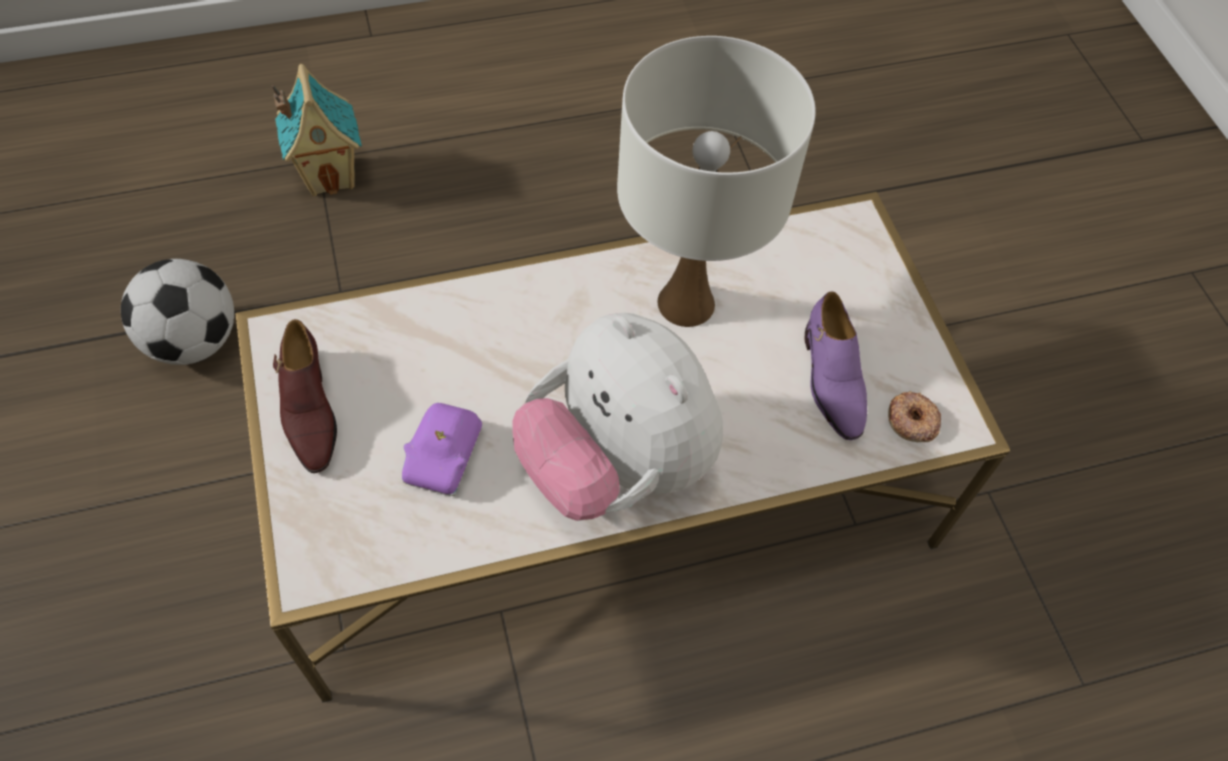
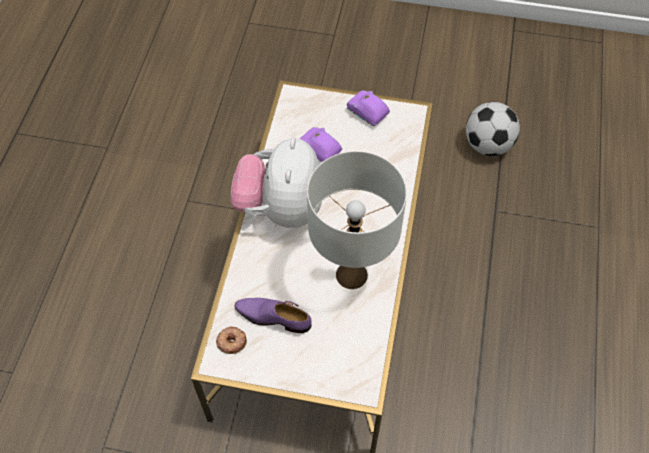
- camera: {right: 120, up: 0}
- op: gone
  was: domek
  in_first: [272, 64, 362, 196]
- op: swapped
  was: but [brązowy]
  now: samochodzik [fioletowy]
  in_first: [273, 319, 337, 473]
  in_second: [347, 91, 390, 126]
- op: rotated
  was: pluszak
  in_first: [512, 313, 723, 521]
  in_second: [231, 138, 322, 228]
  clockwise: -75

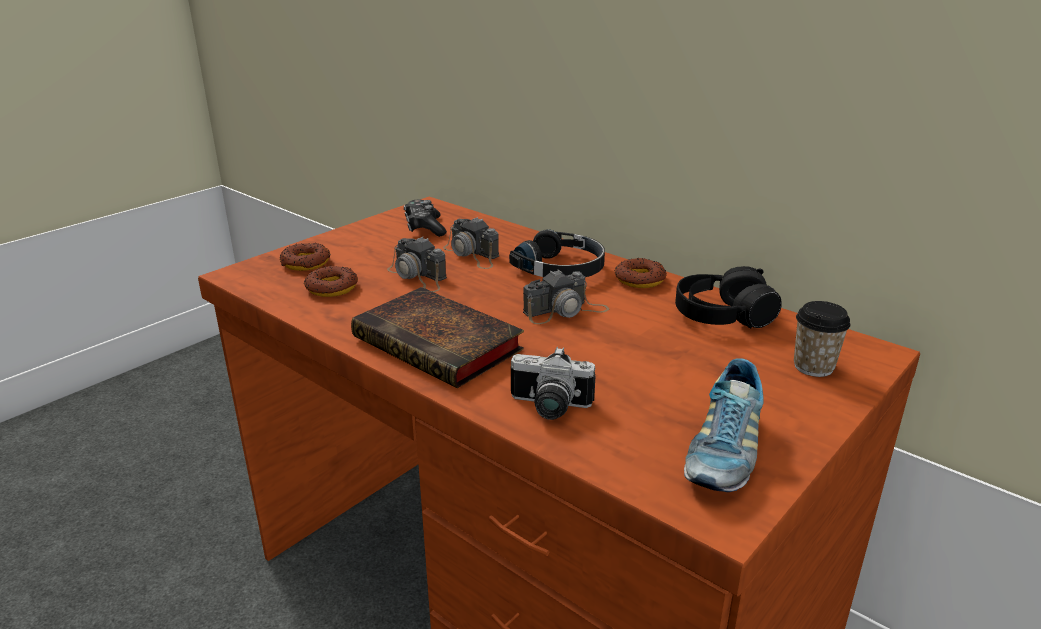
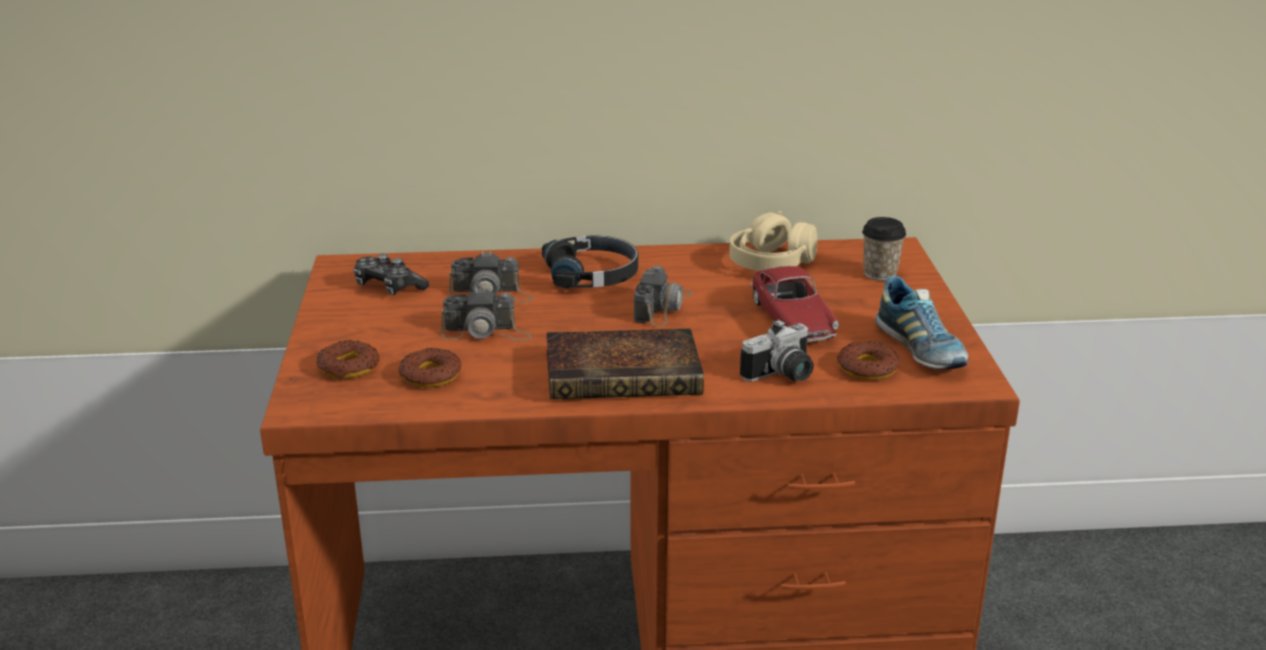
- camera: {right: -45, up: 0}
- op: new
  now: samochodzik
  in_second: [751, 266, 839, 342]
- op: shifted
  was: donut
  in_first: [614, 258, 667, 288]
  in_second: [837, 341, 900, 380]
- op: repainted
  was: słuchawki [czarny]
  now: słuchawki [beżowy]
  in_first: [675, 266, 782, 328]
  in_second: [729, 211, 818, 271]

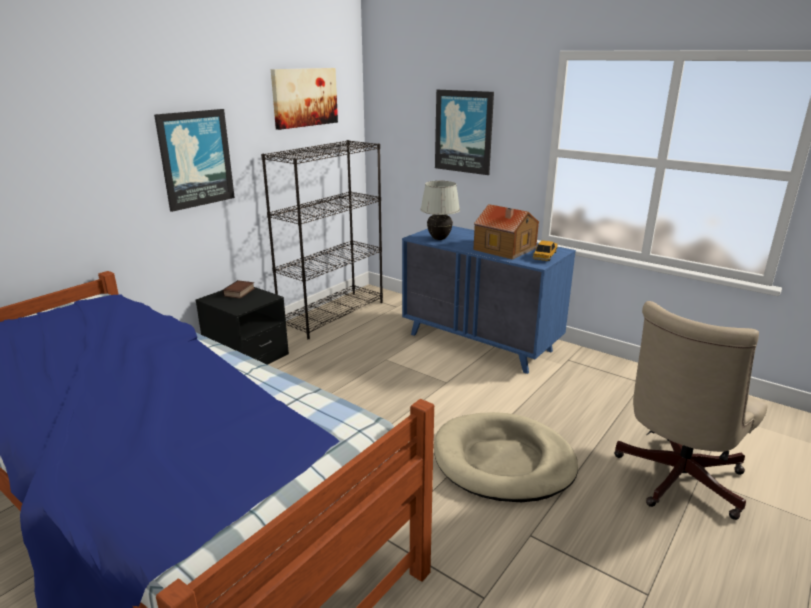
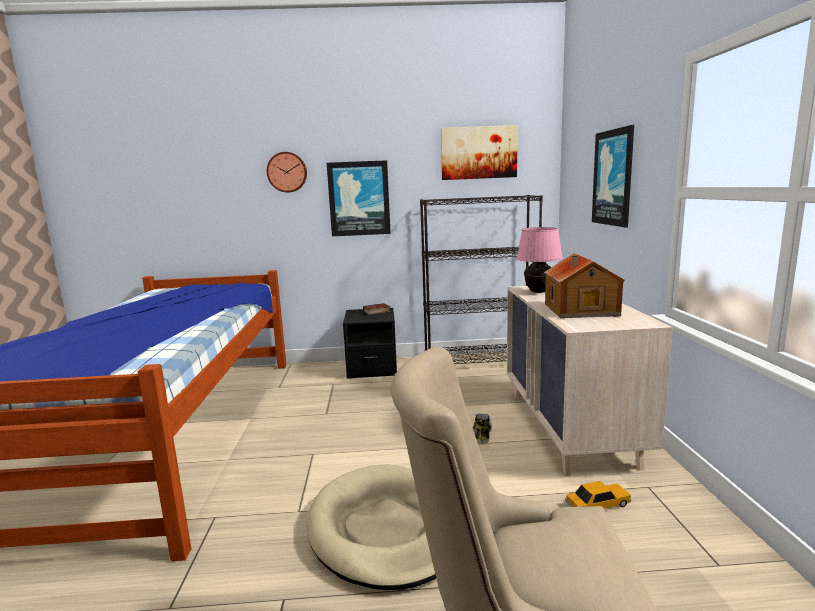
- camera: {right: 50, up: -10}
- op: new
  now: zegar ścienny
  in_second: [266, 152, 307, 193]
- op: new
  now: but
  in_second: [473, 413, 492, 444]
- op: shifted
  was: samochodzik
  in_first: [532, 240, 558, 261]
  in_second: [565, 481, 631, 509]
- op: repainted
  was: komoda [niebieski]
  now: komoda [beżowy]
  in_first: [402, 226, 576, 374]
  in_second: [507, 286, 673, 475]
- op: repainted
  was: lampa stołowa [biały]
  now: lampa stołowa [różowy]
  in_first: [420, 181, 460, 240]
  in_second: [516, 227, 563, 293]

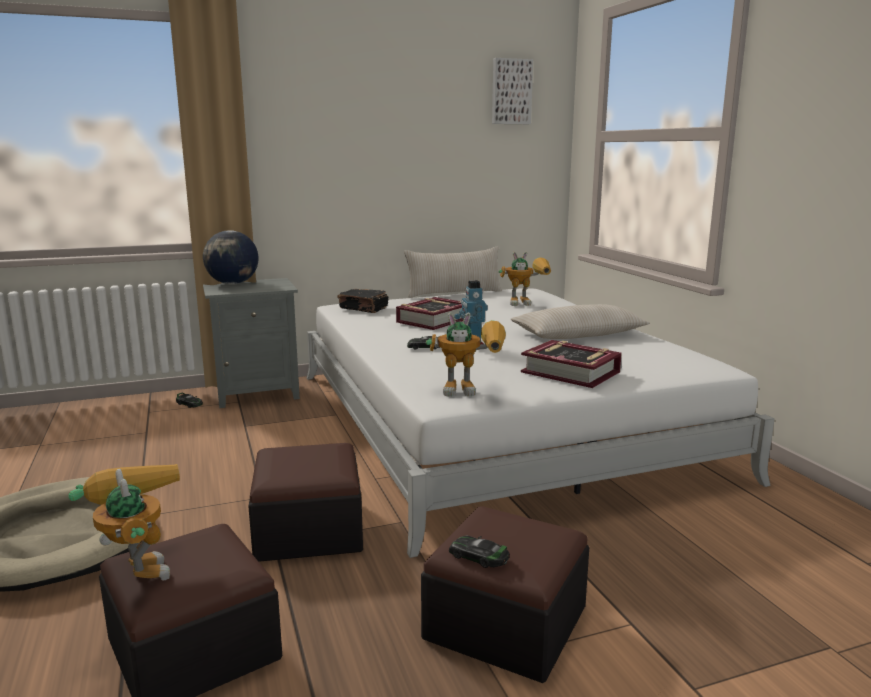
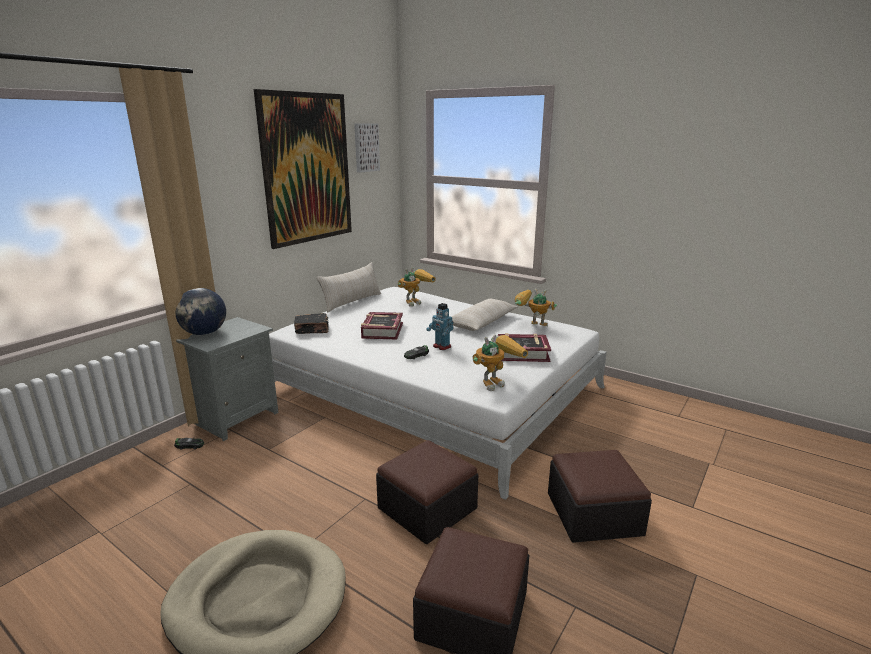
- camera: {right: -35, up: 5}
- op: gone
  was: samochodzik
  in_first: [449, 535, 510, 568]
- op: new
  now: obraz
  in_second: [254, 89, 352, 249]
- op: shifted
  was: robot zabawkowy
  in_first: [68, 464, 180, 581]
  in_second: [514, 289, 557, 326]

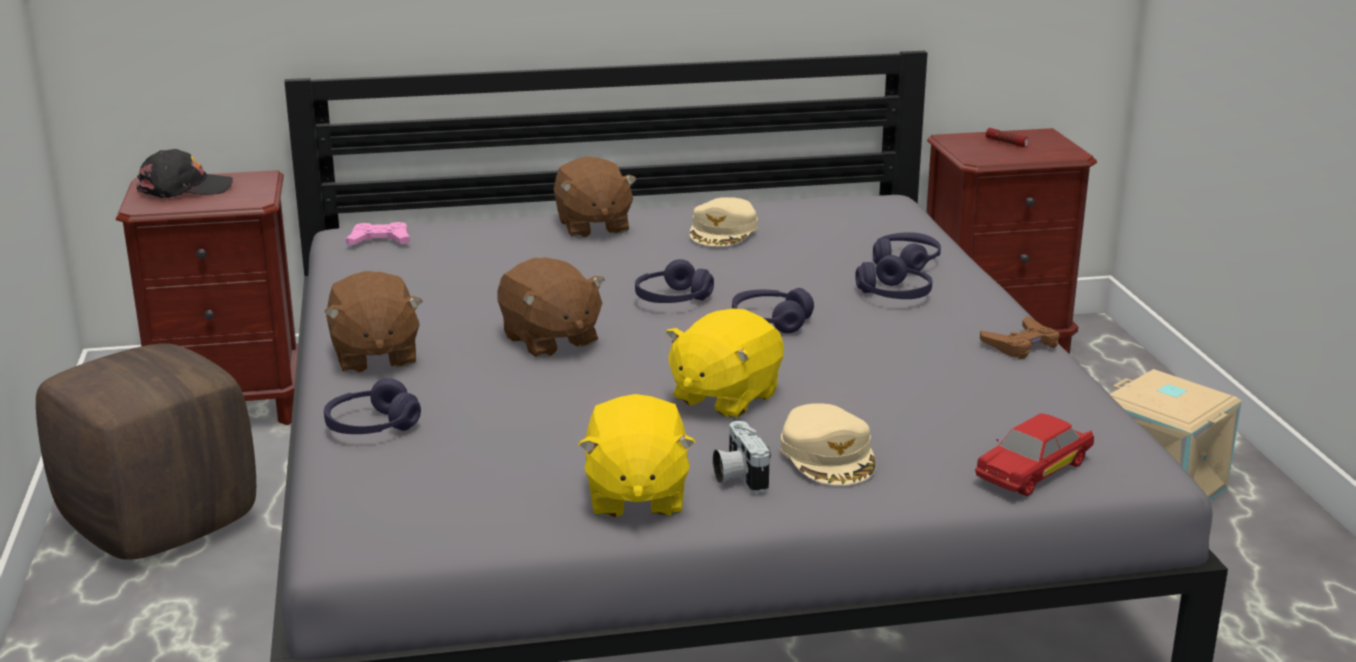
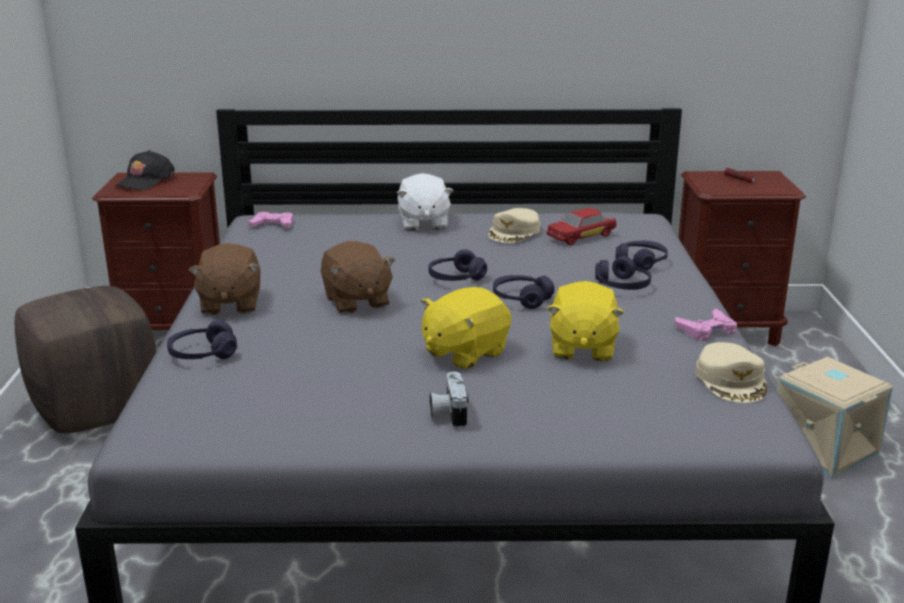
- camera: {right: 10, up: 0}
- op: shifted
  was: pluszak [żółty]
  in_first: [578, 394, 696, 518]
  in_second: [547, 281, 624, 362]
- op: shifted
  was: czapka z daszkiem [beżowy]
  in_first: [781, 403, 876, 486]
  in_second: [696, 342, 768, 403]
- op: shifted
  was: samochodzik [czerwony]
  in_first: [975, 413, 1094, 496]
  in_second: [546, 208, 616, 245]
- op: repainted
  was: pluszak [brązowy]
  now: pluszak [biały]
  in_first: [554, 156, 637, 238]
  in_second: [397, 173, 453, 231]
- op: repainted
  was: pad do gier [brązowy]
  now: pad do gier [różowy]
  in_first: [980, 316, 1060, 359]
  in_second: [675, 309, 737, 341]
- op: rotated
  was: czapka z daszkiem [czarny]
  in_first: [137, 149, 233, 198]
  in_second: [116, 150, 175, 190]
  clockwise: 120

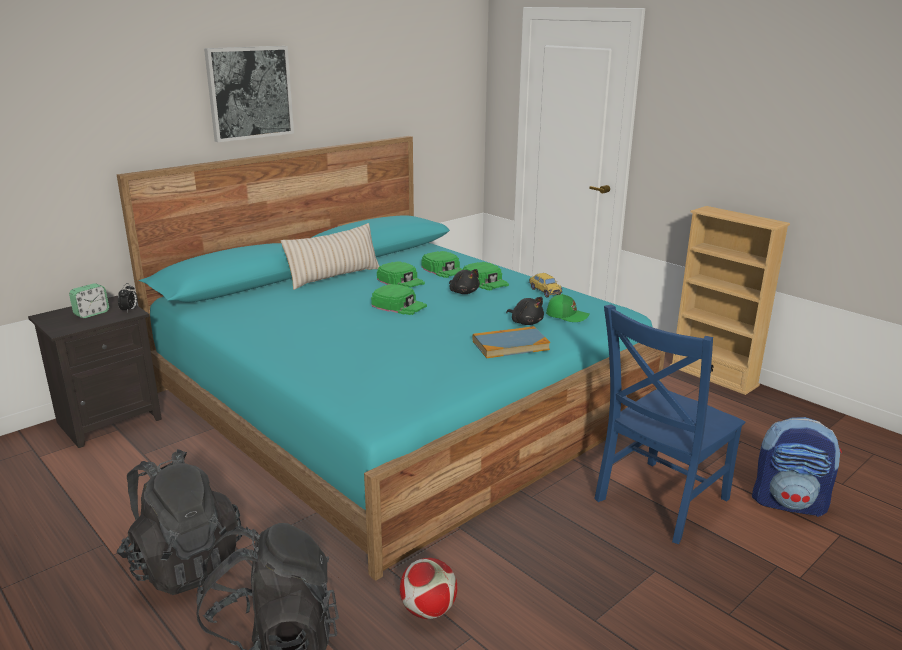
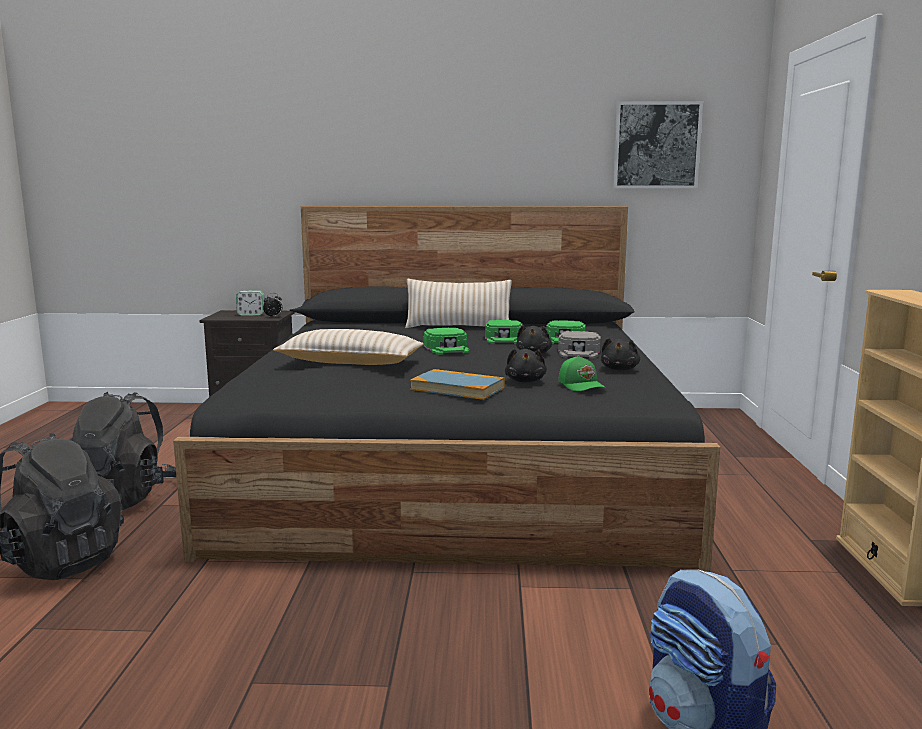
- camera: {right: 45, up: -10}
- op: gone
  was: piłka futbolowa
  in_first: [400, 558, 457, 619]
- op: gone
  was: krzesło [niebieski]
  in_first: [595, 305, 745, 544]
- op: new
  now: poduszka [beżowy]
  in_second: [273, 329, 424, 365]
- op: shifted
  was: obraz
  in_first: [204, 46, 294, 142]
  in_second: [613, 101, 703, 188]
- op: swapped
  was: samochodzik
  now: pluszak [czarny]
  in_first: [529, 273, 563, 298]
  in_second: [601, 338, 640, 370]
- op: repainted
  was: łóżko [turkusowy]
  now: łóżko [czarny]
  in_first: [117, 136, 665, 581]
  in_second: [173, 206, 720, 571]
- op: repainted
  was: czapka z daszkiem [zielony]
  now: czapka z daszkiem [szary]
  in_first: [463, 262, 509, 290]
  in_second: [558, 331, 600, 359]

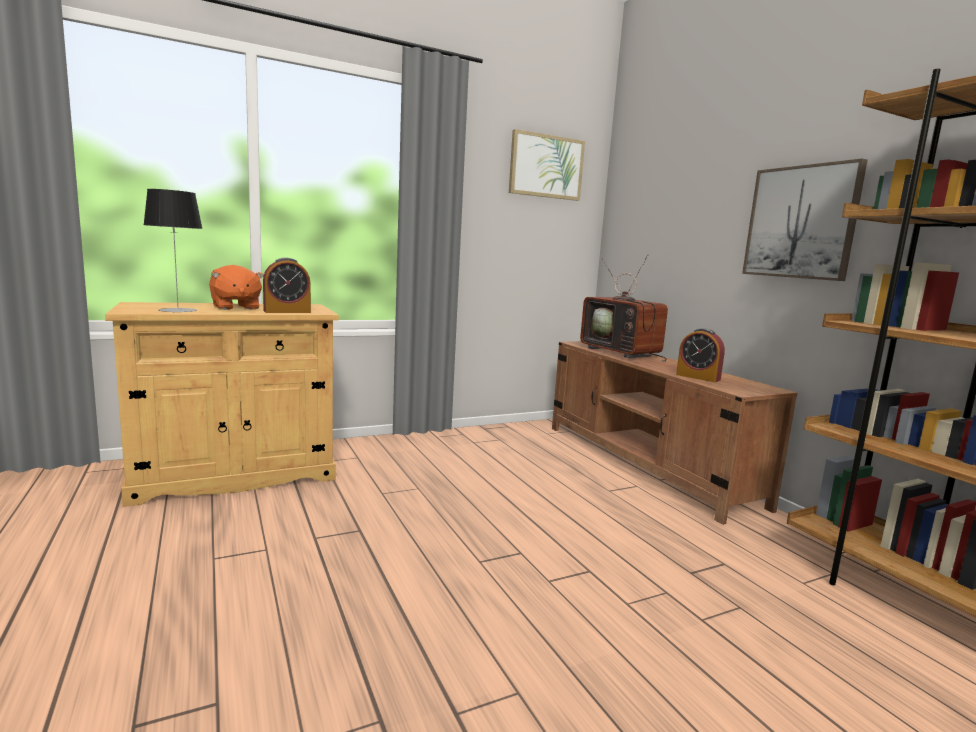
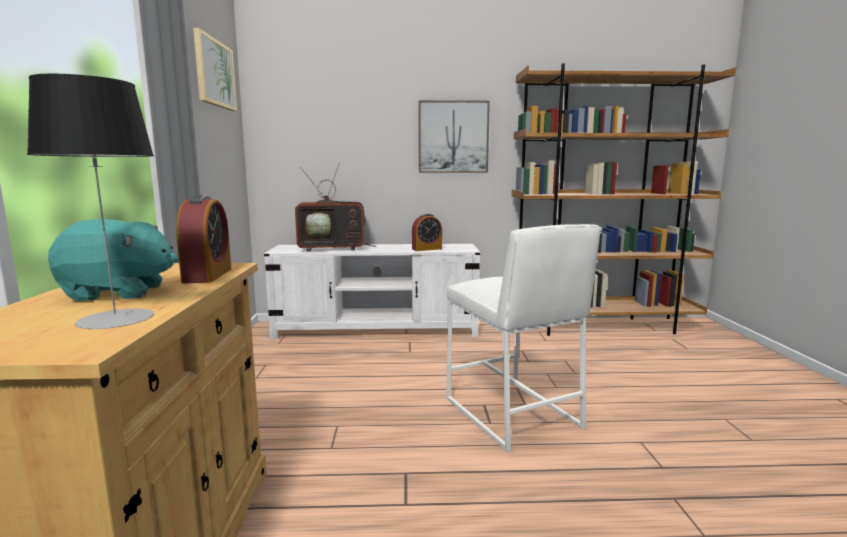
- camera: {right: -65, up: 0}
- op: new
  now: stołek [biały]
  in_second: [447, 224, 601, 452]
- op: repainted
  was: pluszak [pomarańczowy]
  now: pluszak [turkusowy]
  in_first: [209, 265, 264, 310]
  in_second: [48, 219, 178, 301]
- op: repainted
  was: szafka pod telewizor [brązowy]
  now: szafka pod telewizor [biały]
  in_first: [552, 341, 797, 525]
  in_second: [264, 244, 480, 339]

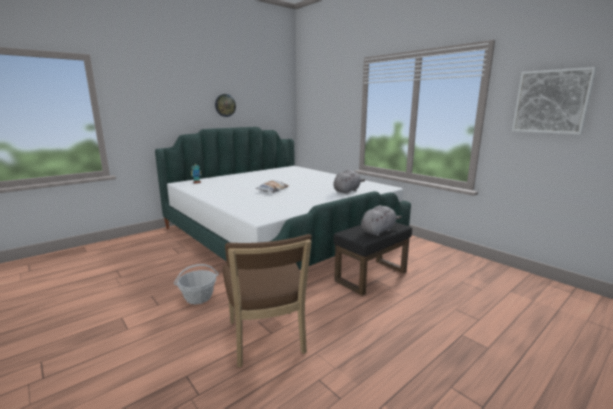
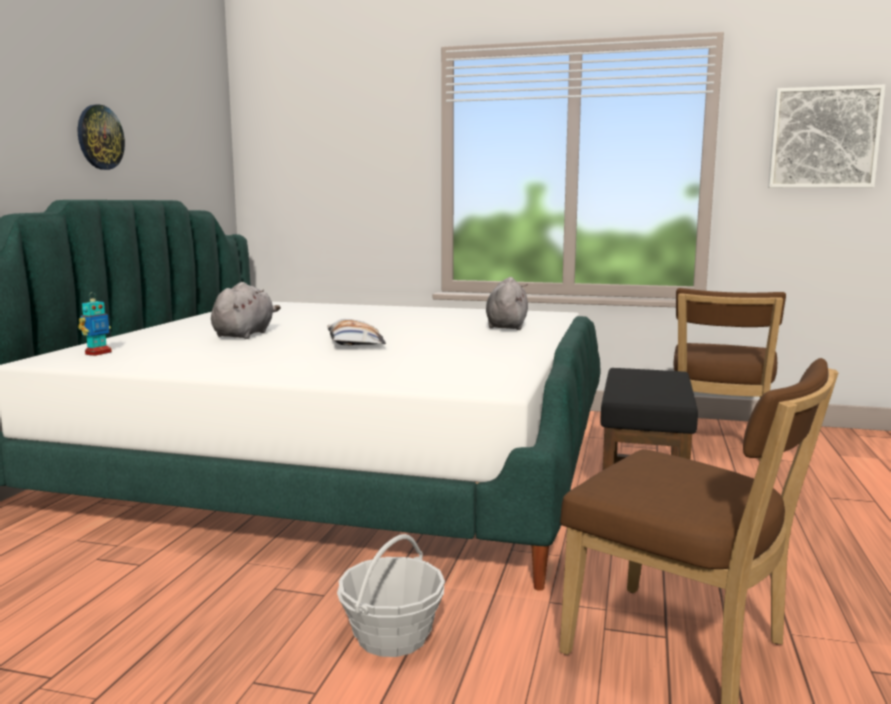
- camera: {right: -35, up: -5}
- op: new
  now: krzesło [brązowy]
  in_second: [674, 288, 786, 461]
- op: shifted
  was: pluszak [szary]
  in_first: [361, 205, 402, 236]
  in_second: [211, 282, 281, 339]

